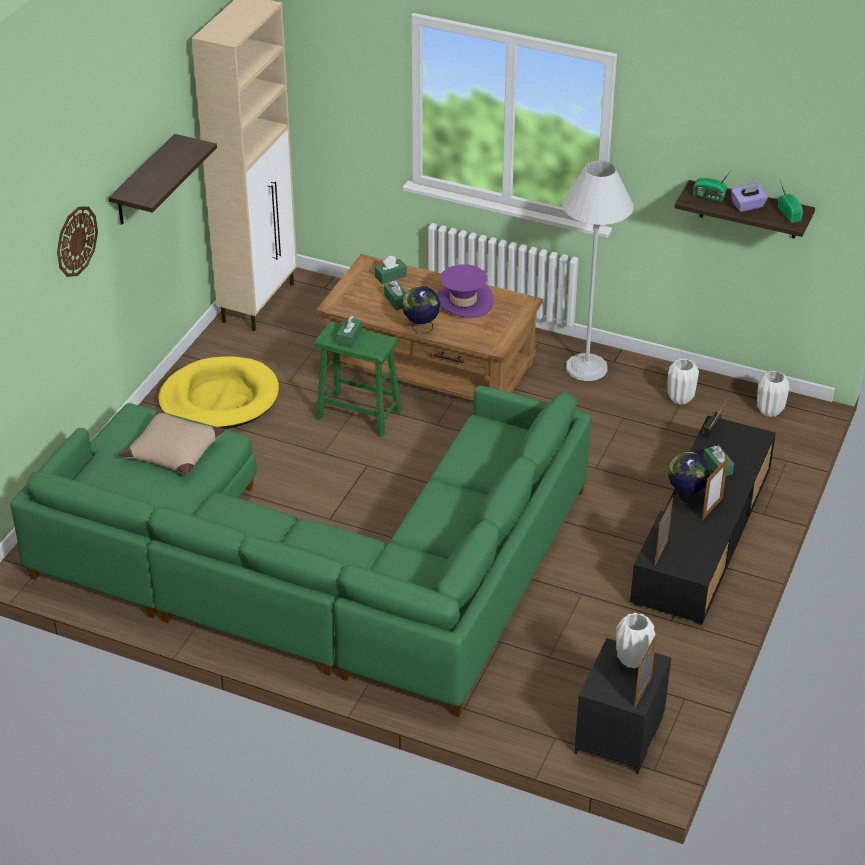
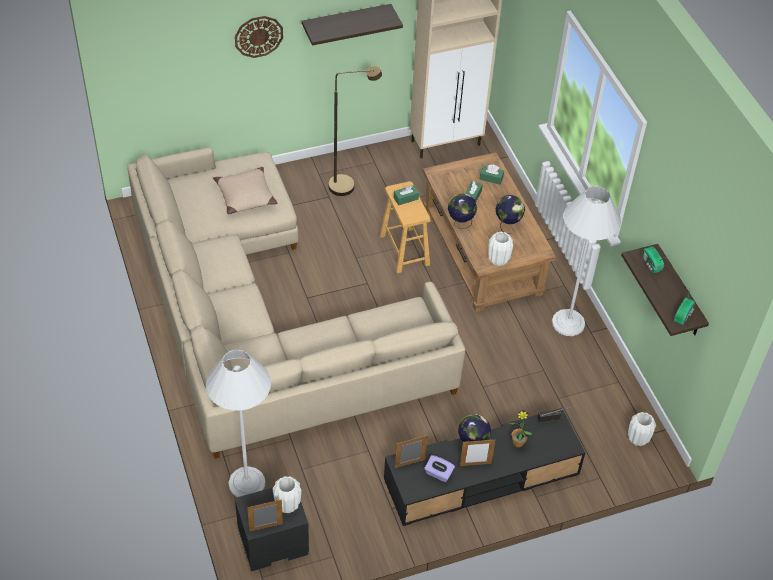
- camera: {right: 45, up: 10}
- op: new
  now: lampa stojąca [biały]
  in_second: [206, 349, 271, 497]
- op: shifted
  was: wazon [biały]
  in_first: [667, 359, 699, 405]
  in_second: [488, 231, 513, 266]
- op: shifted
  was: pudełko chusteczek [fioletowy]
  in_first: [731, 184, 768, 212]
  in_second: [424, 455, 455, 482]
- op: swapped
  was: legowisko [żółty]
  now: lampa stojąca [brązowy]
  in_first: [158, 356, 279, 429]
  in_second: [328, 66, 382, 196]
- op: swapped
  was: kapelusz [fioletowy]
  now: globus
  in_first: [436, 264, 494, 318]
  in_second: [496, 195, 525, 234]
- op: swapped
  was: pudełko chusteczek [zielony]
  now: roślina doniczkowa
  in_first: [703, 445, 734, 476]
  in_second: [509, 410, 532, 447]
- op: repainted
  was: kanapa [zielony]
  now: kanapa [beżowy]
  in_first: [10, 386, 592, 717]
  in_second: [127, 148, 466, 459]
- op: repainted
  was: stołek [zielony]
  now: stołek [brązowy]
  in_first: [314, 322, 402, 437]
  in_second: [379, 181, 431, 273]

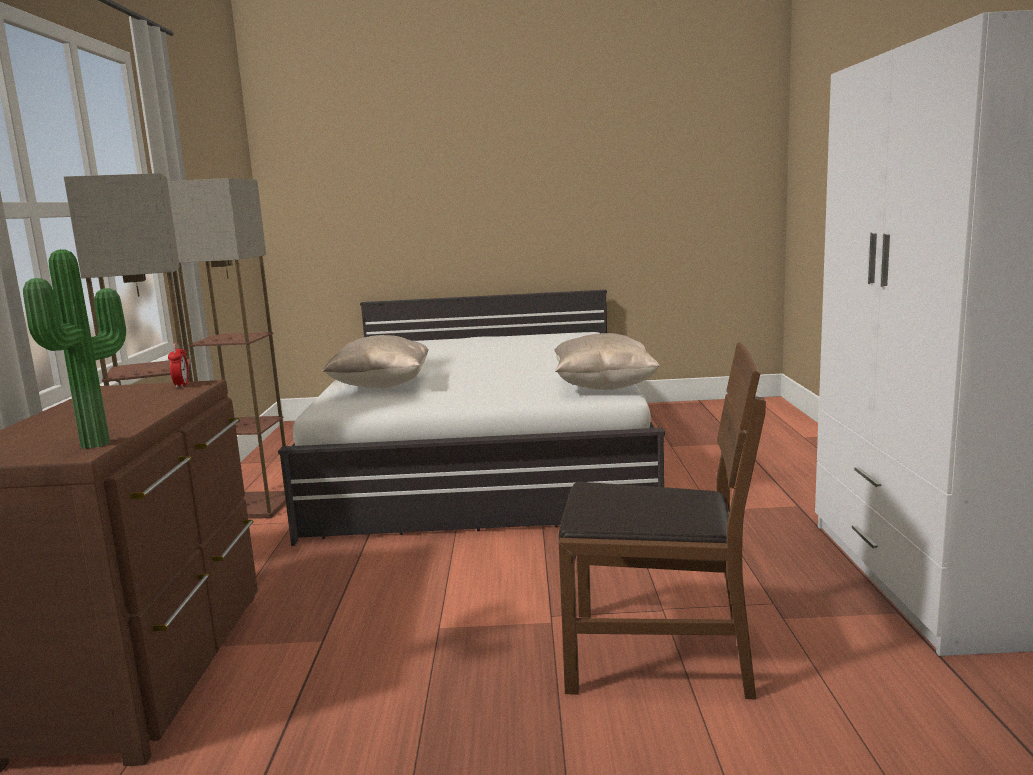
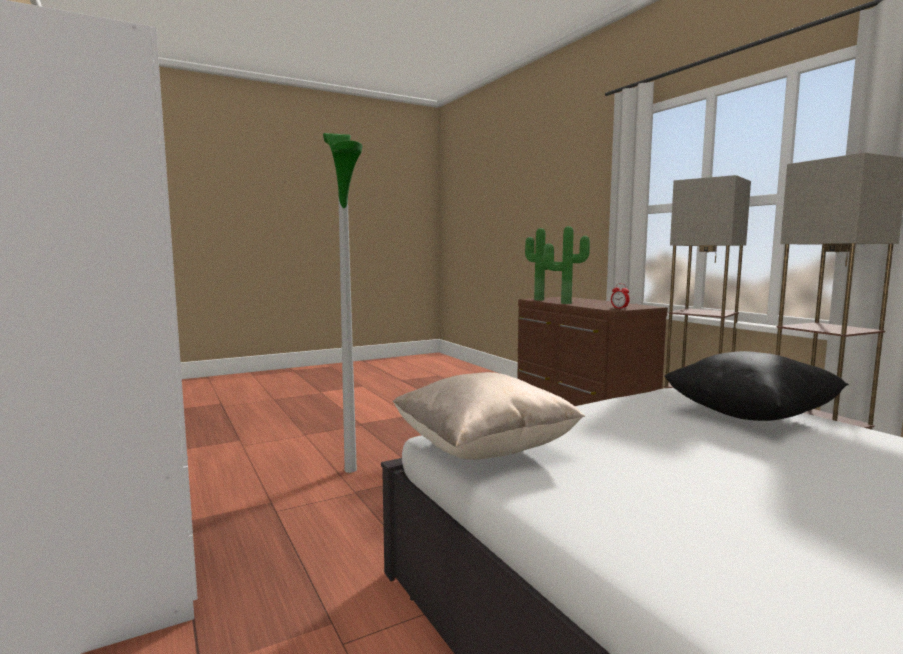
- camera: {right: 150, up: -5}
- op: new
  now: roślina doniczkowa
  in_second: [544, 226, 590, 304]
- op: swapped
  was: krzesło [brązowy]
  now: lampa stojąca
  in_first: [559, 342, 766, 700]
  in_second: [323, 133, 362, 473]
- op: repainted
  was: poduszka [beżowy]
  now: poduszka [czarny]
  in_first: [322, 335, 429, 388]
  in_second: [664, 351, 849, 421]

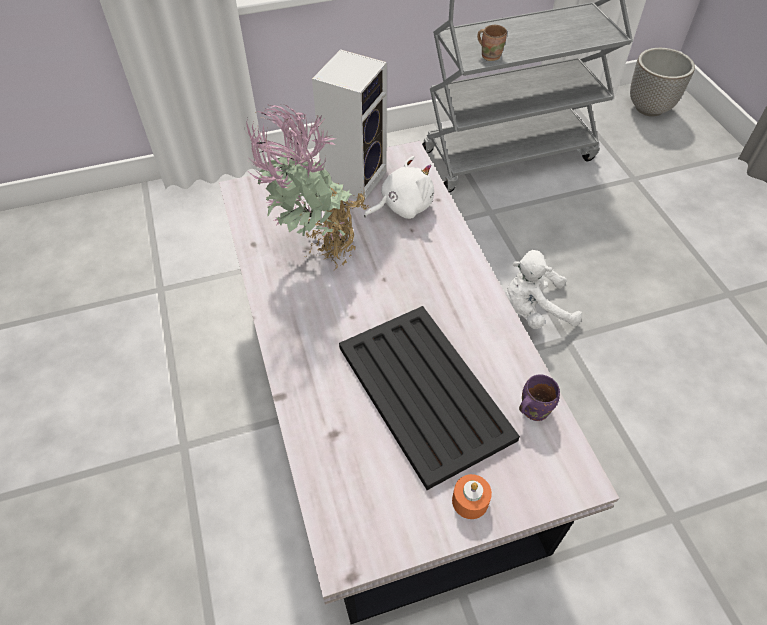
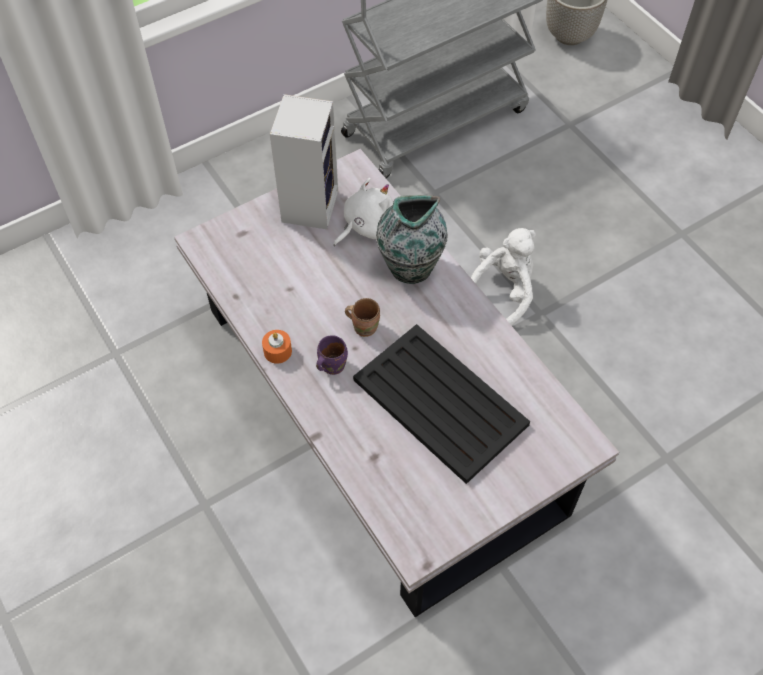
- camera: {right: -15, up: 5}
- op: gone
  was: roślina doniczkowa
  in_first: [246, 104, 369, 270]
- op: new
  now: wazon
  in_second: [376, 195, 448, 284]
- op: shifted
  was: świeca [pomarańczowy]
  in_first: [452, 474, 492, 519]
  in_second: [262, 330, 292, 364]
- op: shifted
  was: kubek [brązowy]
  in_first: [477, 25, 507, 61]
  in_second: [345, 298, 380, 337]
- op: shifted
  was: kubek [fioletowy]
  in_first: [519, 374, 560, 421]
  in_second: [316, 335, 348, 375]
- op: rotated
  was: pluszak [biały]
  in_first: [506, 250, 582, 329]
  in_second: [471, 228, 536, 326]
  clockwise: 150

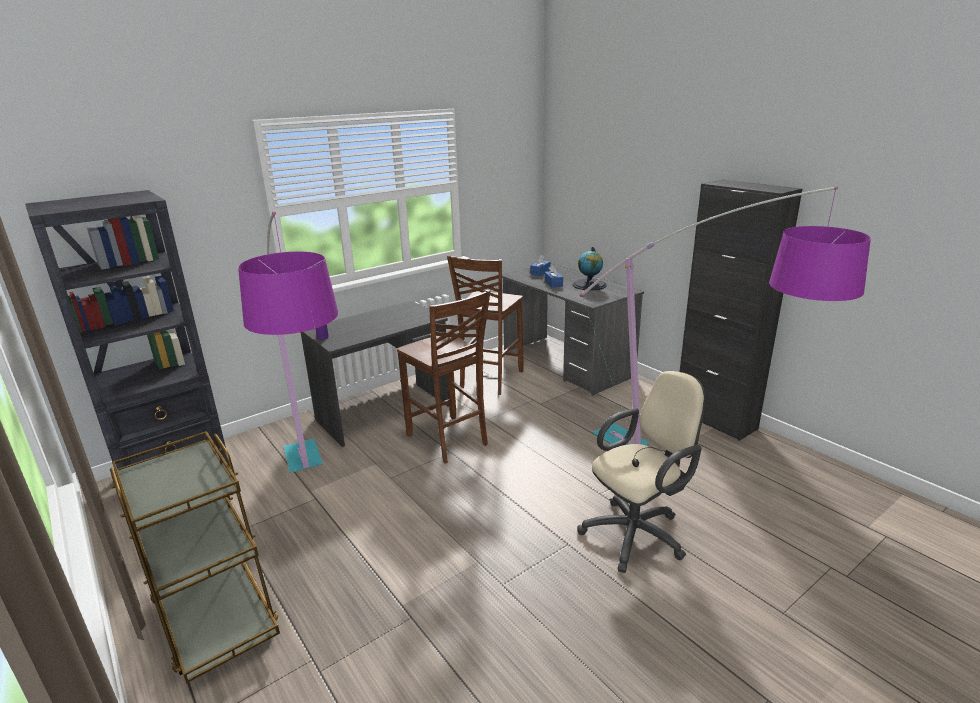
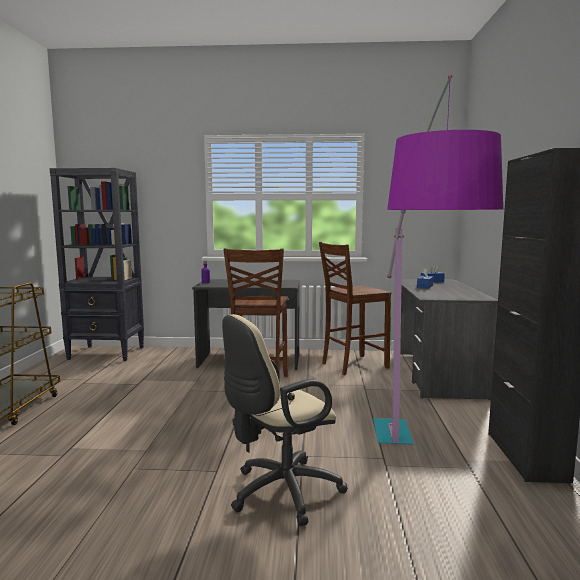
- camera: {right: 40, up: -15}
- op: gone
  was: lampa stojąca
  in_first: [238, 211, 338, 473]
- op: gone
  was: globus
  in_first: [573, 247, 607, 290]
- op: rotated
  was: krzesło biurowe [beżowy]
  in_first: [577, 371, 705, 573]
  in_second: [222, 314, 348, 526]
  clockwise: 135

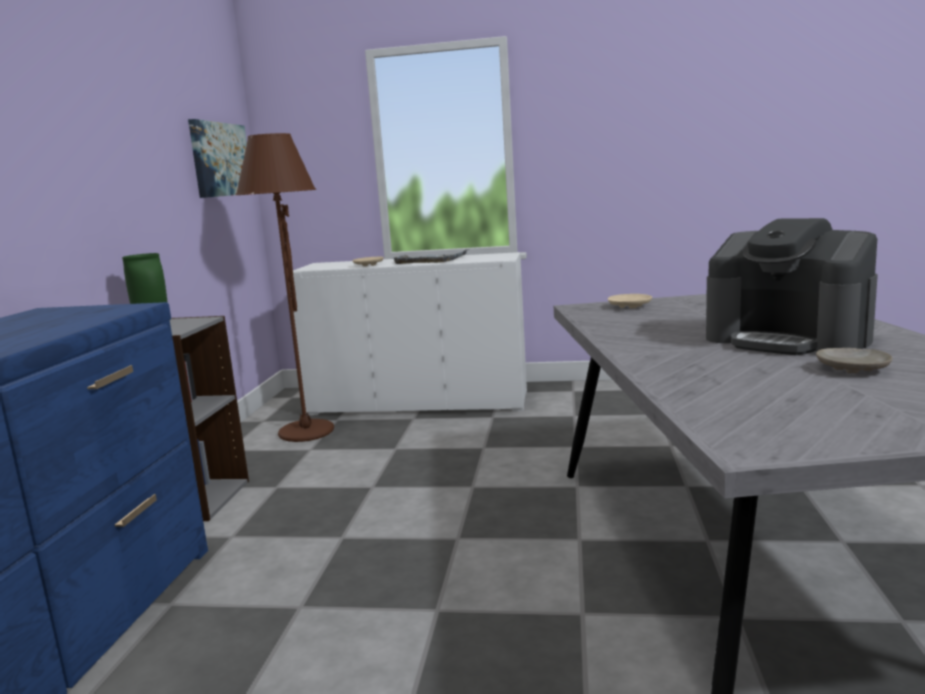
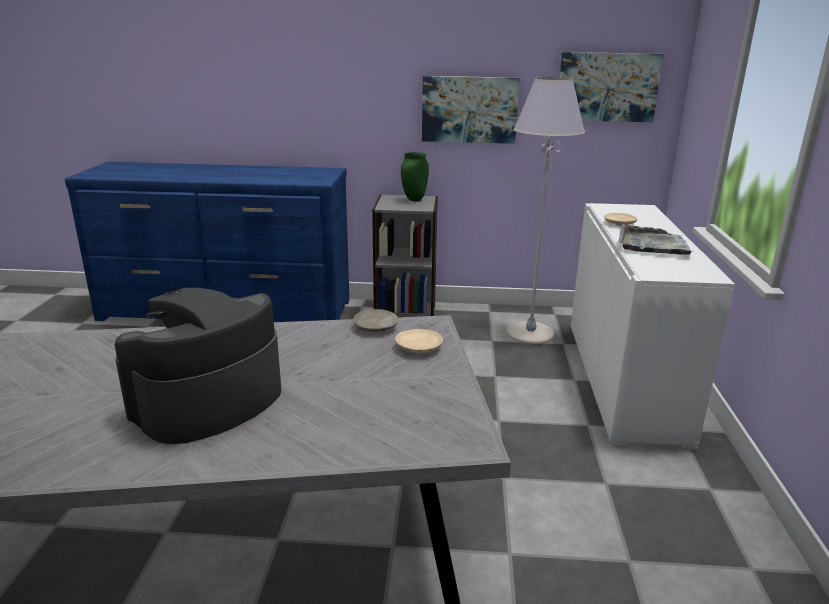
- camera: {right: 85, up: 10}
- op: new
  now: obraz
  in_second: [422, 76, 520, 144]
- op: shifted
  was: talerz [beżowy]
  in_first: [816, 348, 893, 373]
  in_second: [353, 309, 398, 332]
- op: repainted
  was: lampa stojąca [brązowy]
  now: lampa stojąca [szary]
  in_first: [236, 133, 334, 442]
  in_second: [507, 77, 585, 345]

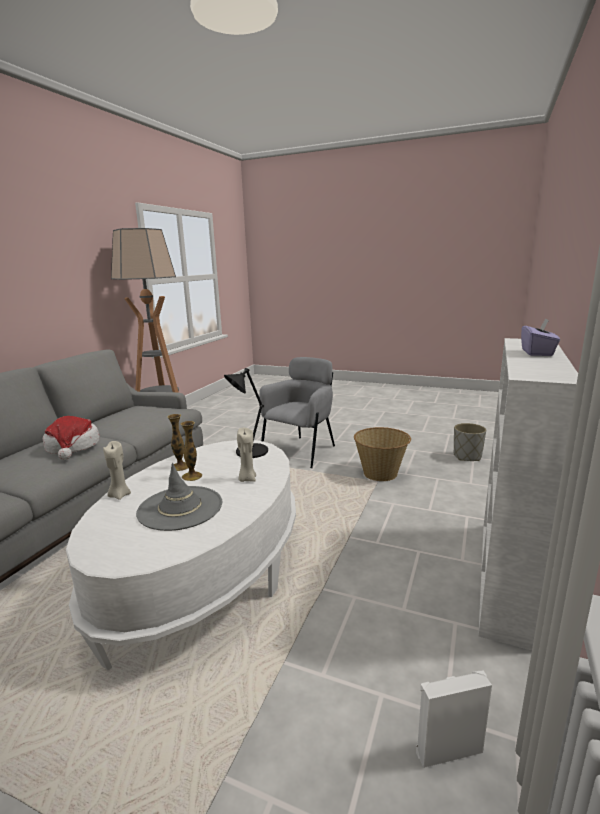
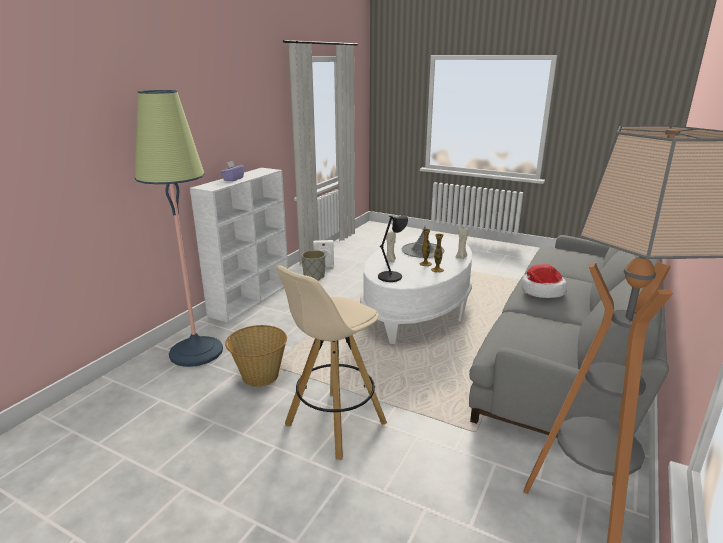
- camera: {right: -175, up: 5}
- op: new
  now: lampa stojąca
  in_second: [135, 90, 223, 367]
- op: shifted
  was: donica [szary]
  in_first: [454, 423, 486, 461]
  in_second: [301, 250, 325, 281]
- op: swapped
  was: fotel [szary]
  now: stołek [beżowy]
  in_first: [259, 357, 335, 468]
  in_second: [276, 266, 387, 460]

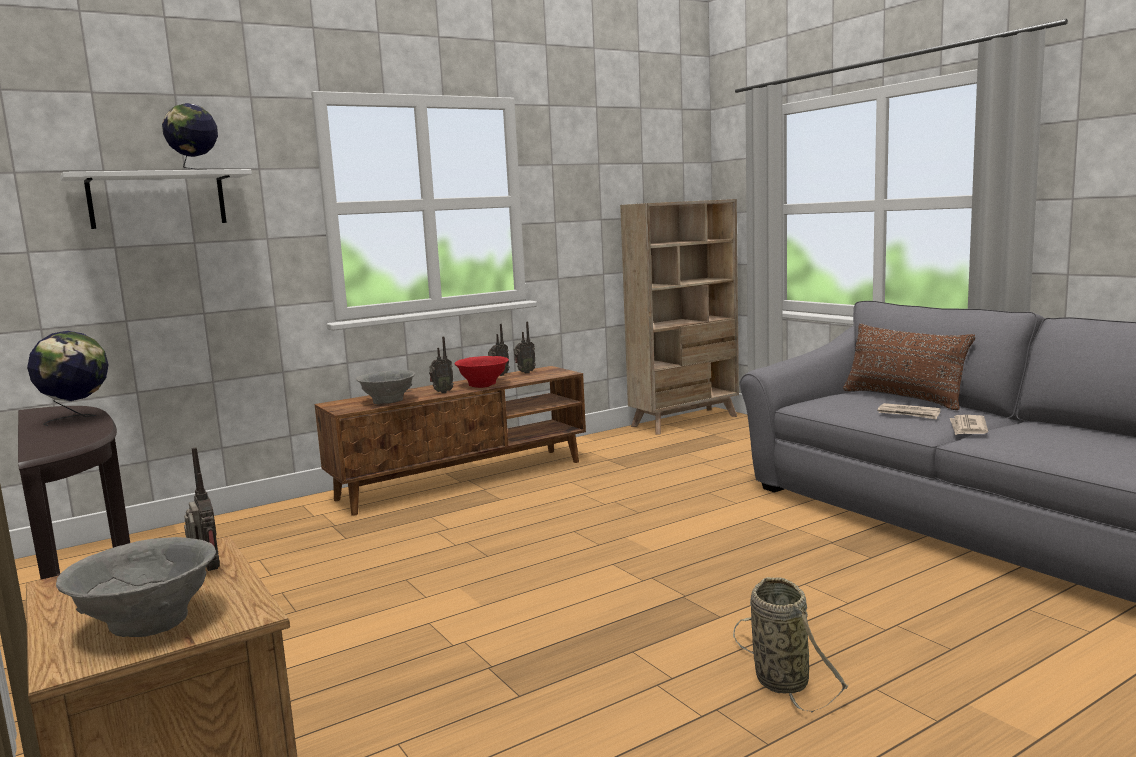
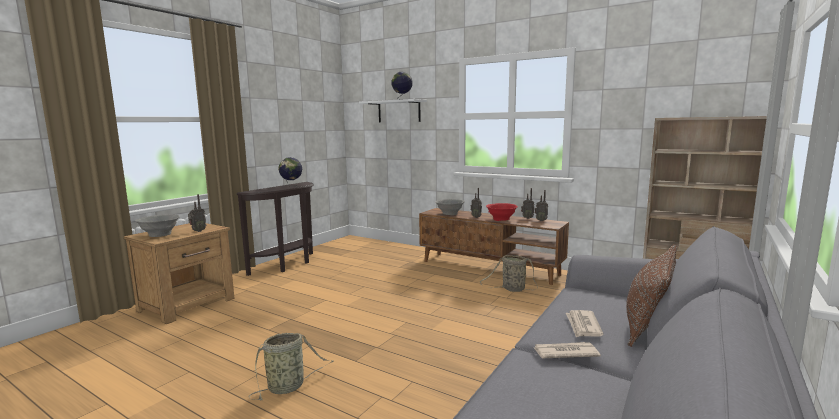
- camera: {right: 65, up: 0}
- op: new
  now: koszyk
  in_second: [480, 255, 538, 292]

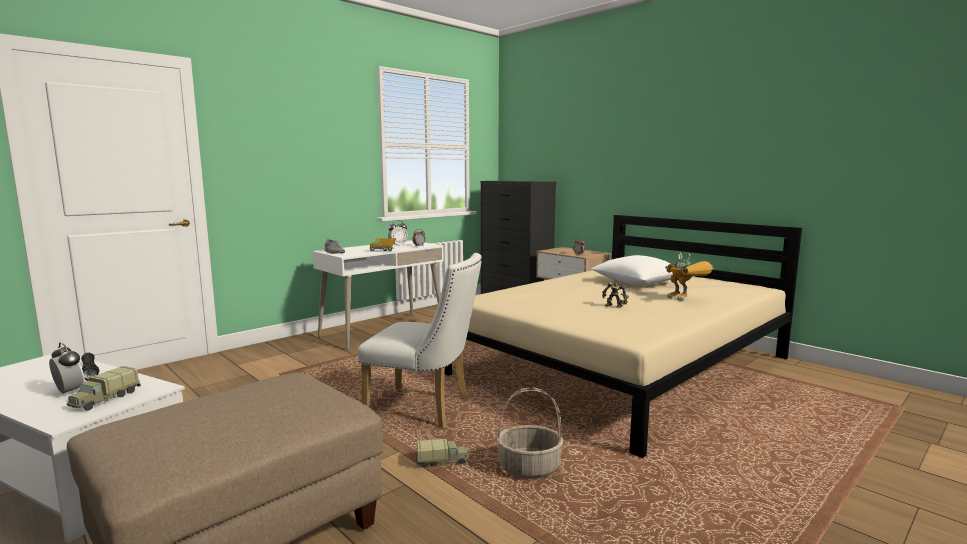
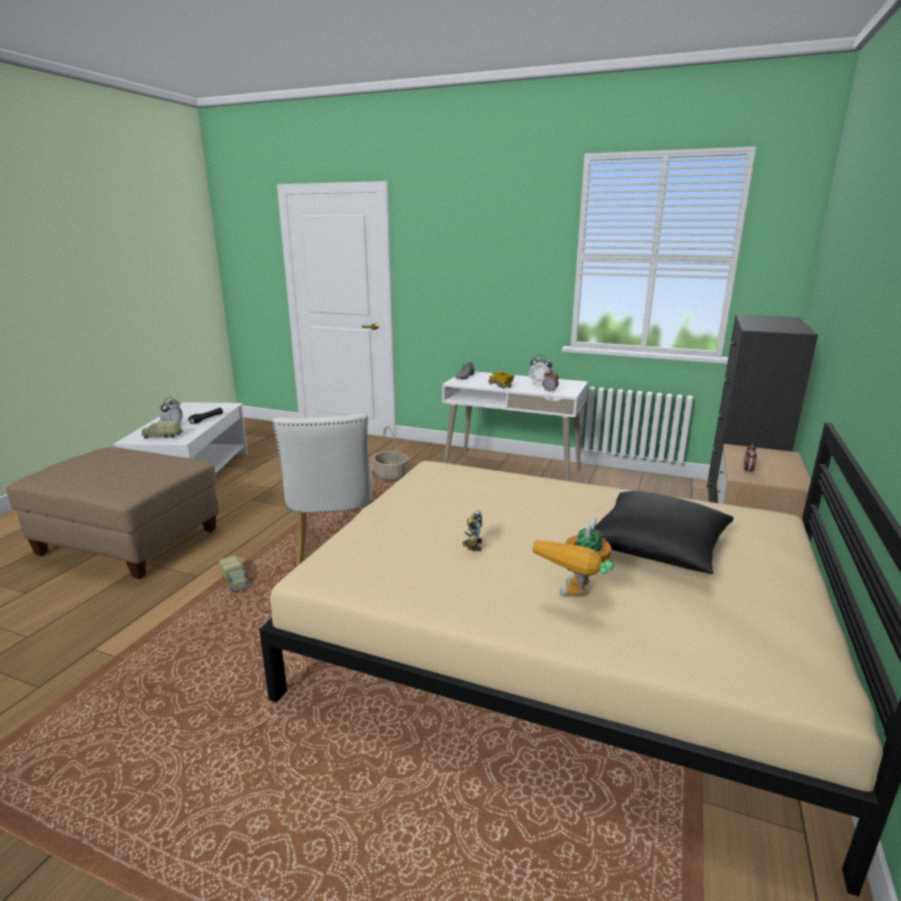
- camera: {right: 65, up: 10}
- op: shifted
  was: koszyk
  in_first: [496, 387, 563, 479]
  in_second: [373, 426, 408, 481]
- op: repainted
  was: poduszka [biały]
  now: poduszka [czarny]
  in_first: [591, 255, 675, 285]
  in_second: [595, 491, 733, 574]

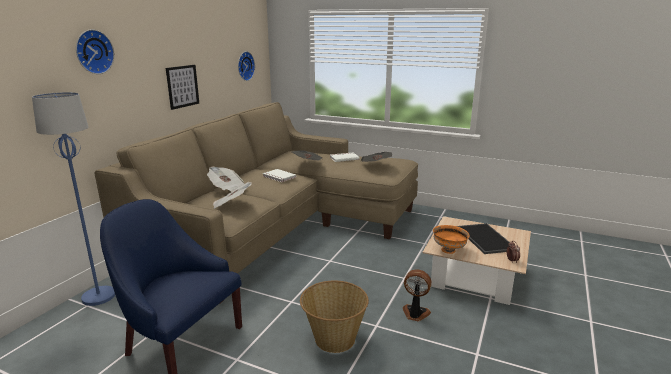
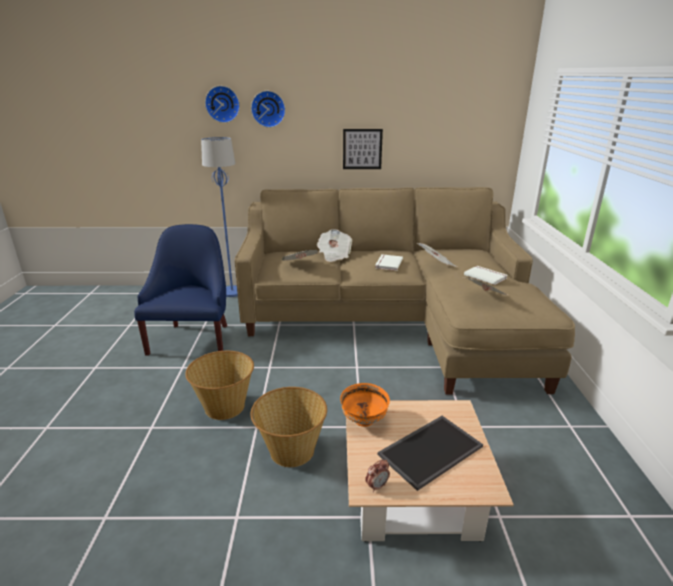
- camera: {right: 65, up: 5}
- op: shifted
  was: zegar ścienny
  in_first: [238, 51, 255, 81]
  in_second: [205, 86, 240, 123]
- op: swapped
  was: wentylator
  now: koszyk
  in_first: [403, 269, 431, 322]
  in_second: [251, 387, 327, 467]

